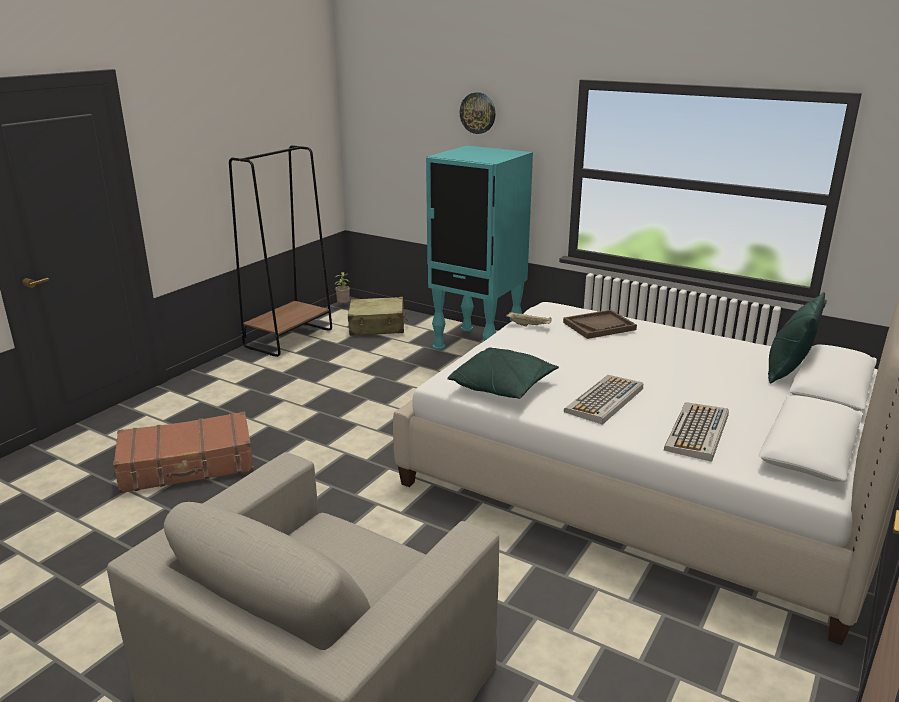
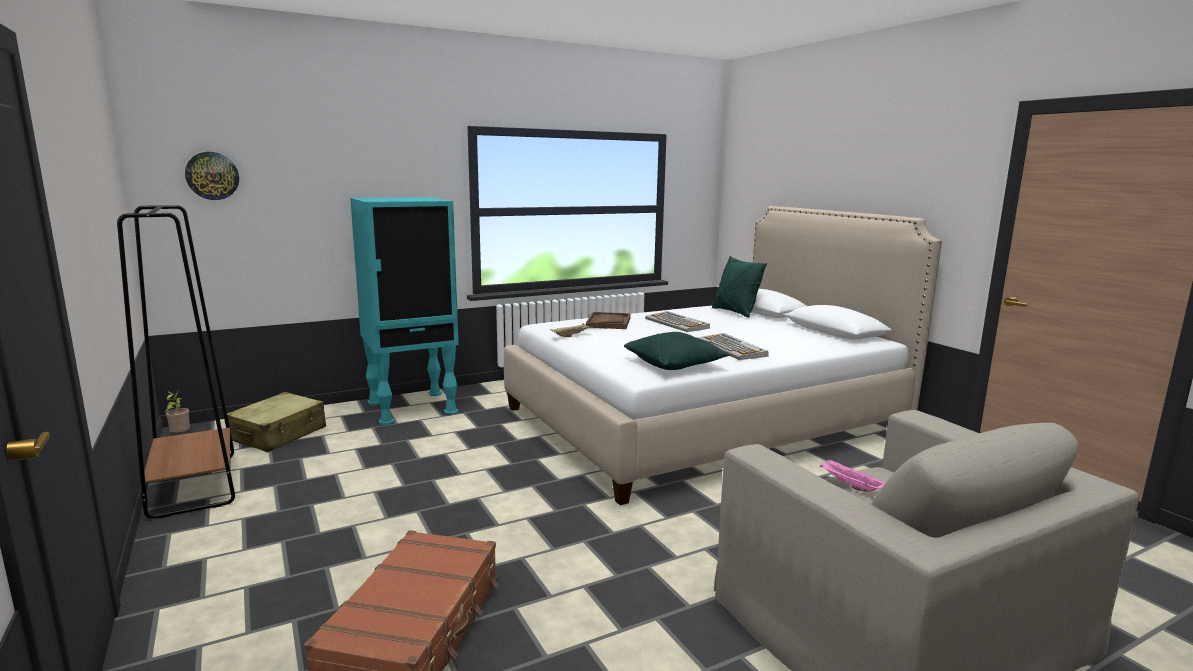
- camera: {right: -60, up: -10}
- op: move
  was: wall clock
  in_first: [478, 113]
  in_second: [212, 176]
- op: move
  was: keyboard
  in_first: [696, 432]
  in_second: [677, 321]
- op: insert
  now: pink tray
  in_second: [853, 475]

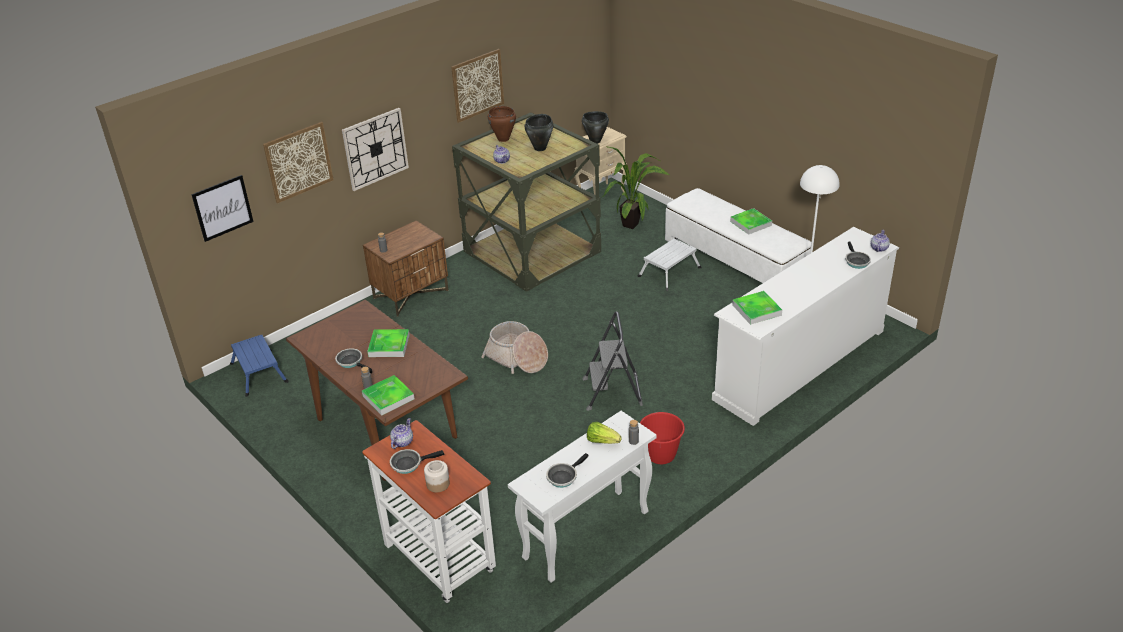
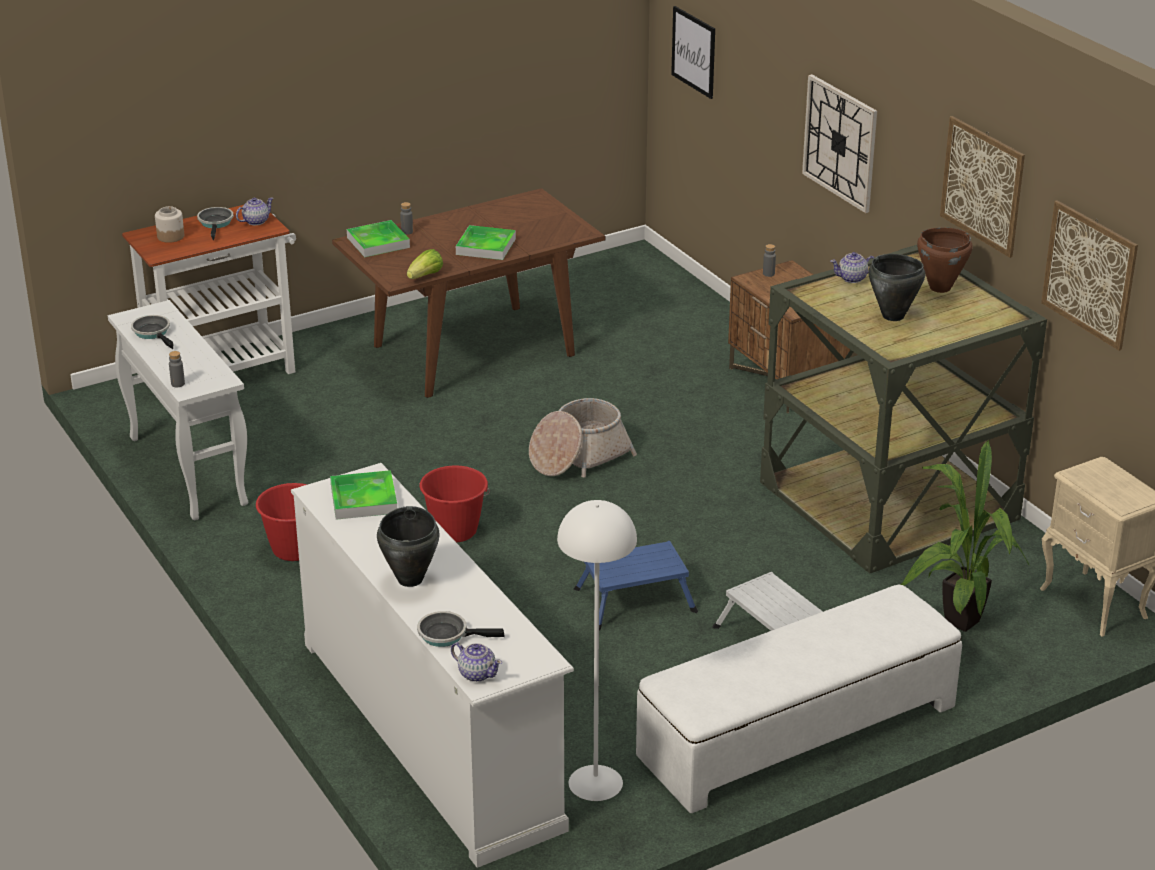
- camera: {right: 100, up: -5}
- op: move
  was: black cooking pot
  in_first: [595, 127]
  in_second: [408, 546]
- op: move
  was: picture
  in_first: [298, 163]
  in_second: [1089, 275]
- op: delete
  was: tray
  in_first: [751, 221]
- op: replace
  was: grey step ladder
  now: red bucket
  in_first: [612, 361]
  in_second: [454, 504]
- op: move
  was: blue step ladder
  in_first: [259, 366]
  in_second: [636, 585]
- op: delete
  was: frying pan
  in_first: [353, 360]
- op: rotate
  was: teapot
  in_first: [401, 433]
  in_second: [255, 211]
  clockwise: -75
- op: move
  was: lettuce
  in_first: [604, 433]
  in_second: [425, 264]

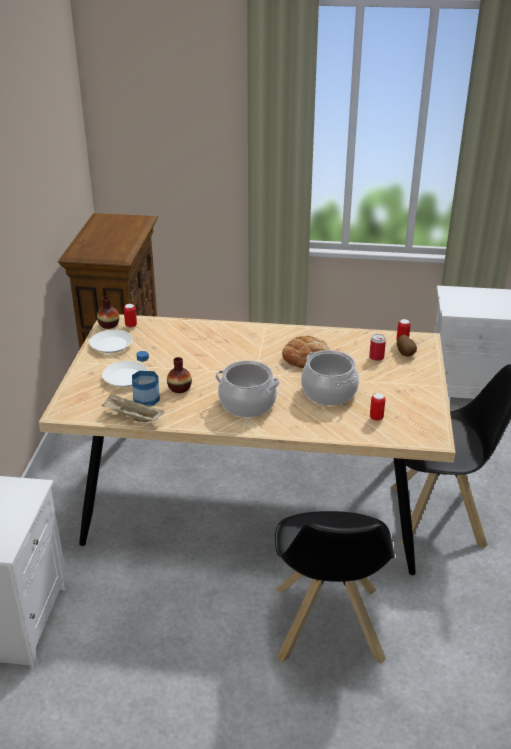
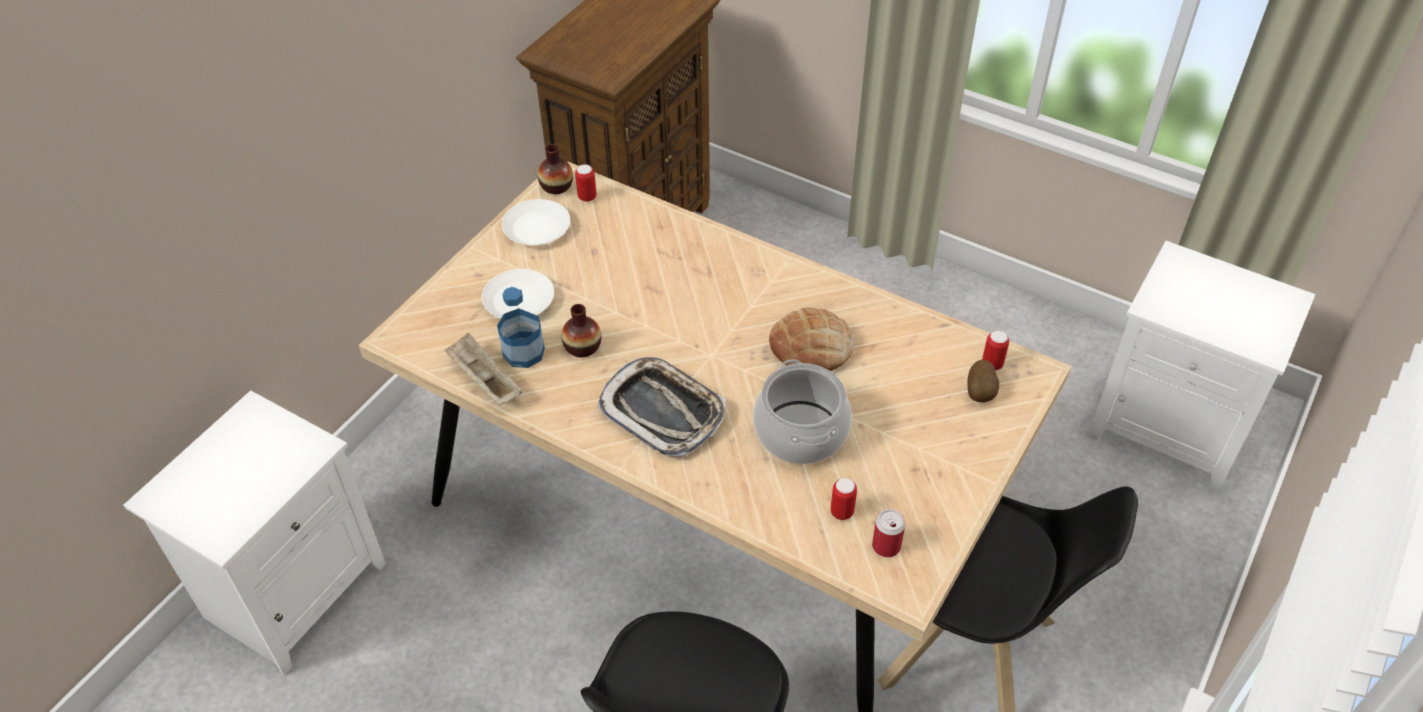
- camera: {right: 25, up: 15}
- op: move
  was: can
  in_first: [377, 347]
  in_second: [888, 533]
- op: replace
  was: cooking pot
  now: tray
  in_first: [247, 389]
  in_second: [661, 407]

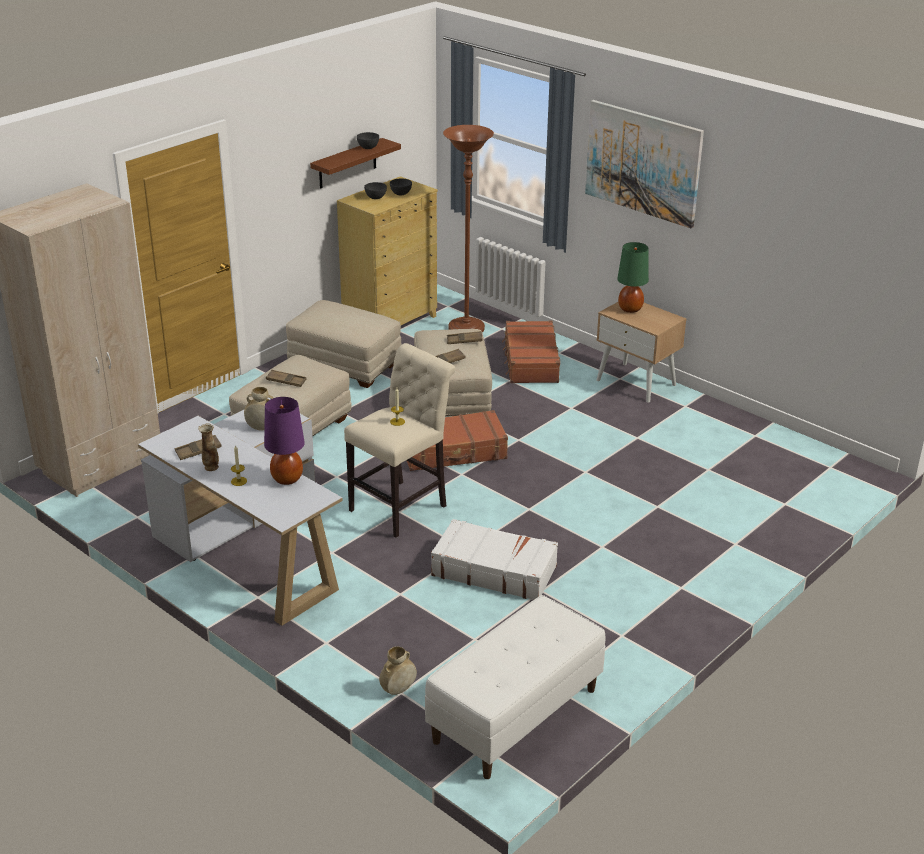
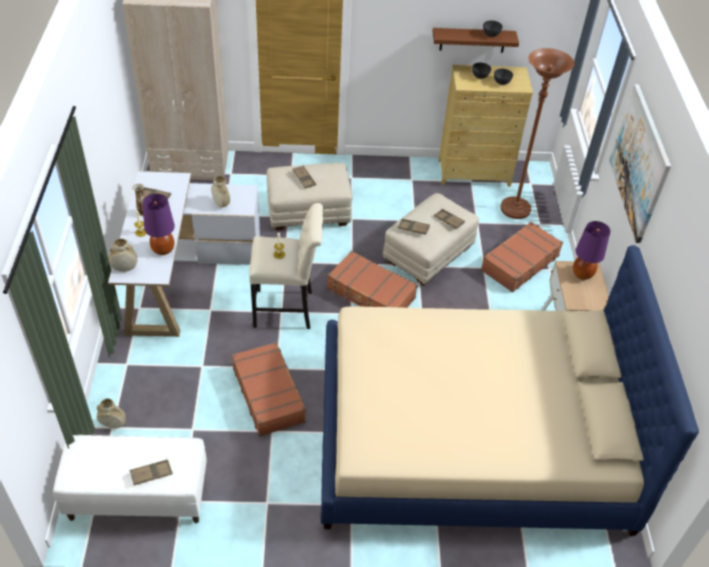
- camera: {right: 45, up: 15}
- op: recolor
  was: green table lamp
  now: purple table lamp
  in_first: [633, 277]
  in_second: [591, 250]
- op: delete
  was: beige ottoman
  in_first: [343, 344]
- op: recolor
  was: white suitcase
  now: brown suitcase
  in_first: [494, 559]
  in_second: [269, 389]
- op: insert
  now: beige vase
  in_second: [123, 255]
- op: insert
  now: beige bed
  in_second: [510, 390]
- op: insert
  now: brown tray
  in_second: [151, 472]

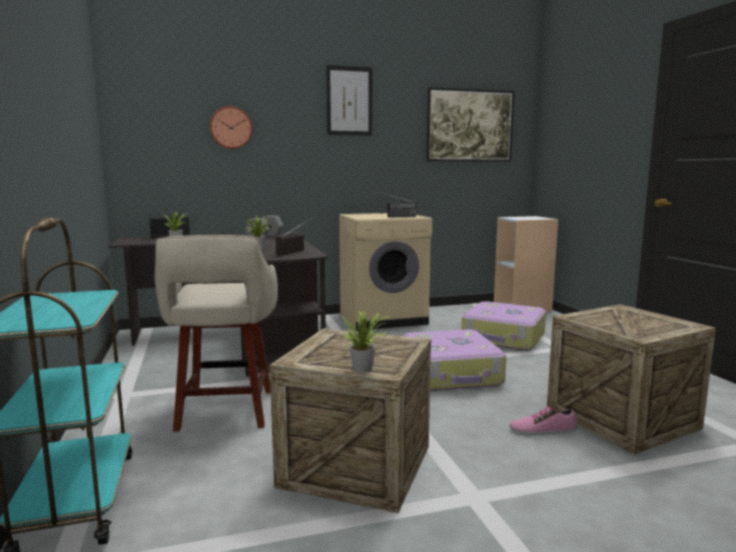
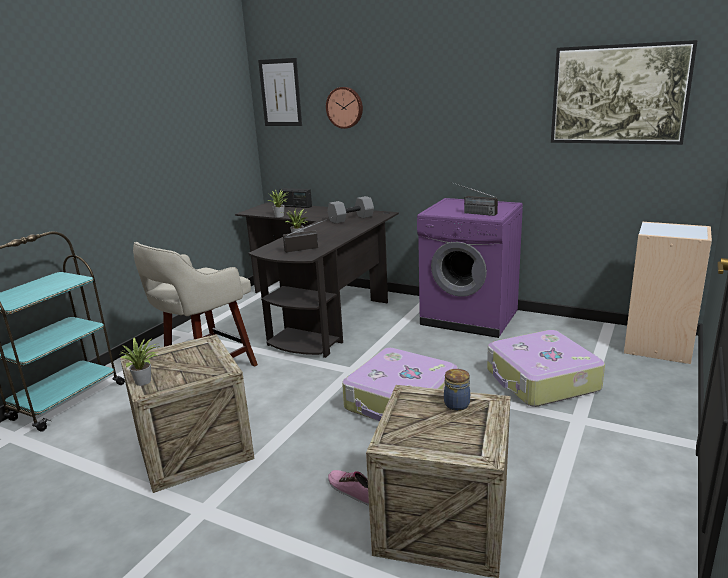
- camera: {right: 45, up: 10}
- op: move
  was: picture
  in_first: [349, 100]
  in_second: [280, 92]
- op: recolor
  was: beige washing machine
  now: purple washing machine
  in_first: [385, 272]
  in_second: [470, 268]
- op: insert
  now: jar
  in_second: [457, 390]

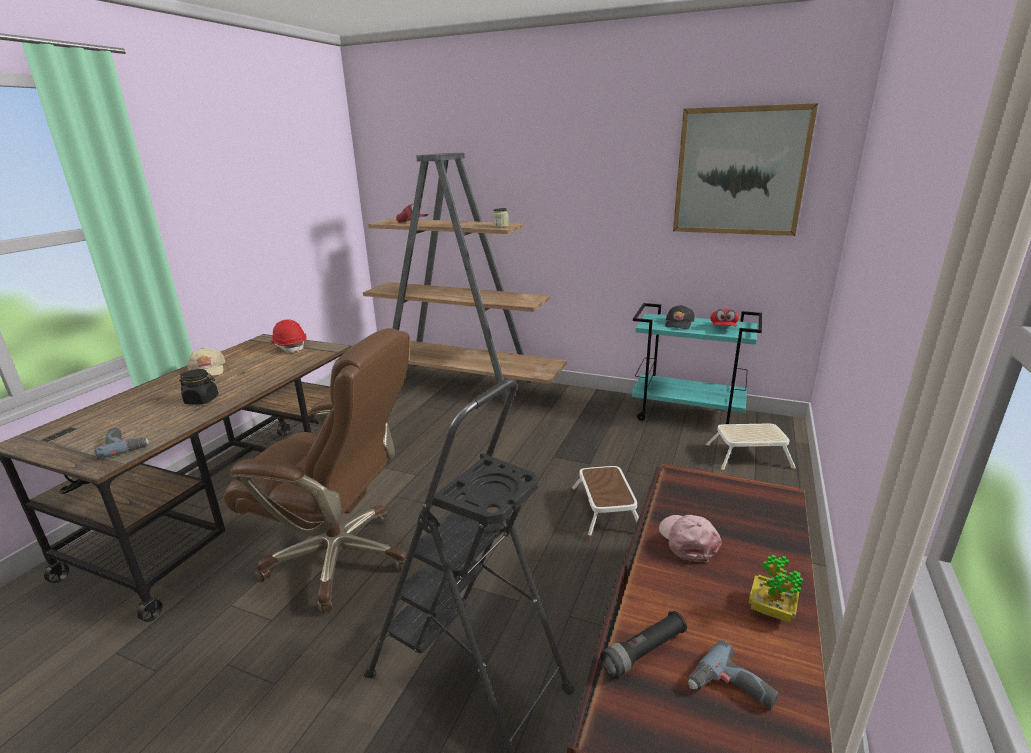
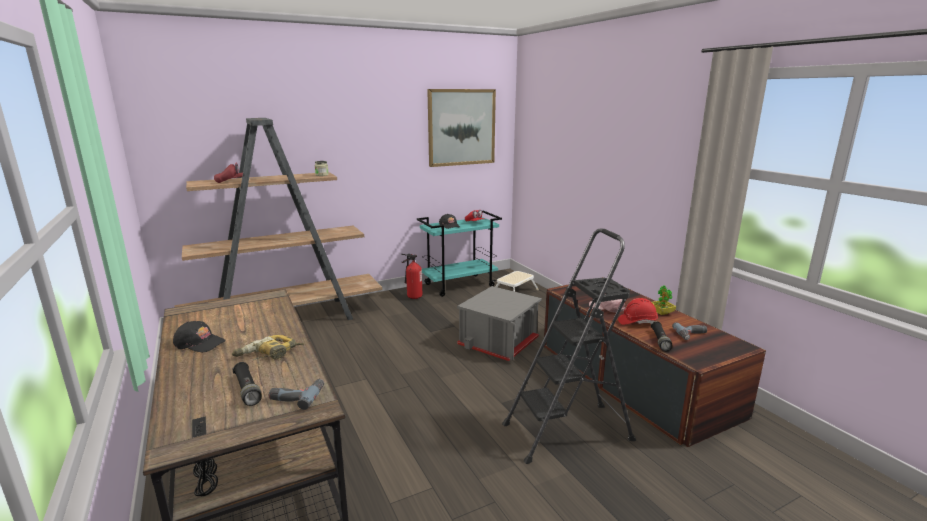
- camera: {right: -50, up: -5}
- op: move
  was: red hard hat
  in_first: [288, 335]
  in_second: [638, 311]
- op: delete
  was: brown office chair
  in_first: [317, 470]
- op: recolor
  was: beige cap
  now: black cap
  in_first: [206, 362]
  in_second: [199, 336]
- op: replace
  was: black jar
  now: power drill
  in_first: [199, 387]
  in_second: [268, 347]
- op: replace
  was: brown step ladder
  now: grey storage box
  in_first: [604, 503]
  in_second: [499, 323]
- op: insert
  now: fire extinguisher
  in_second: [411, 276]
- op: insert
  now: black flashlight
  in_second: [247, 384]

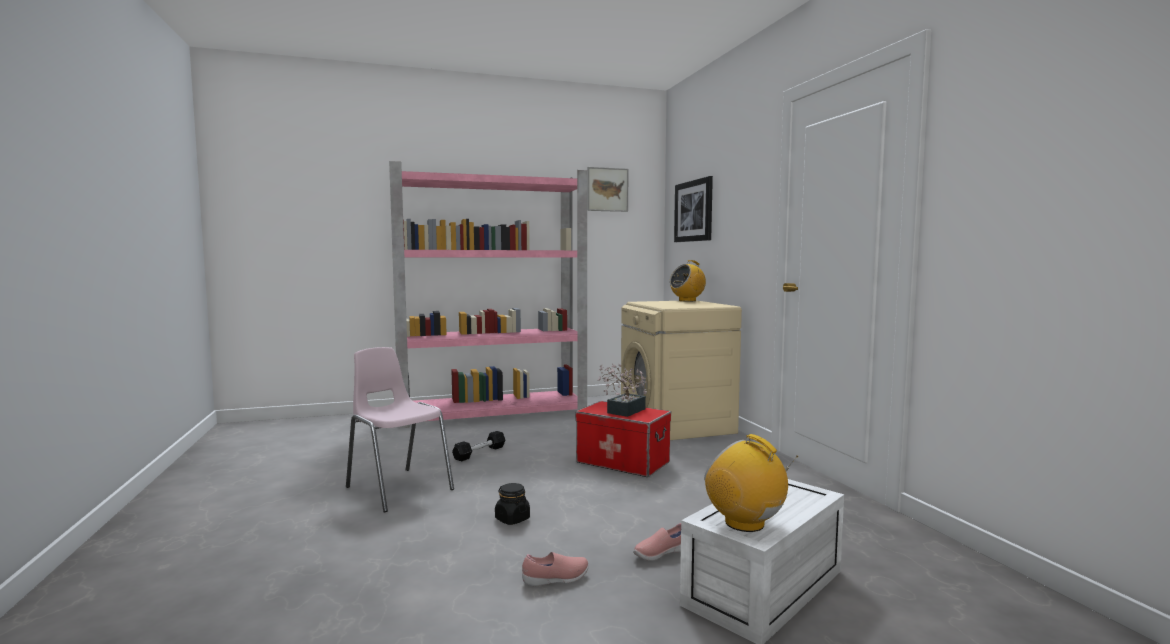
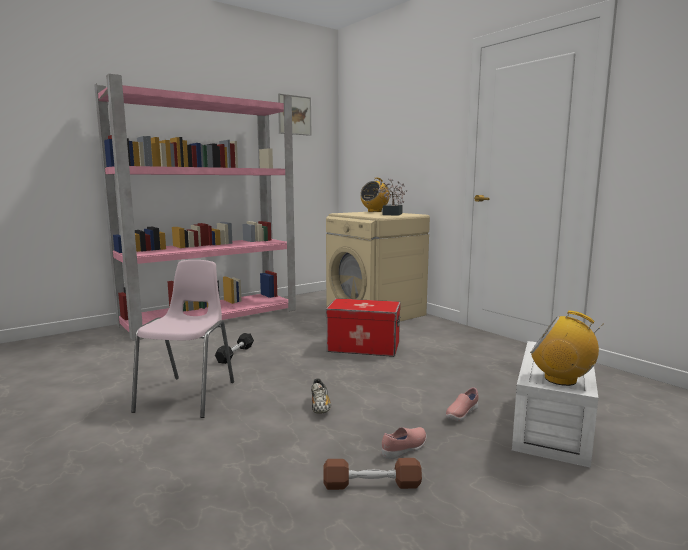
- camera: {right: -20, up: 5}
- op: delete
  was: picture
  in_first: [693, 209]
- op: rotate
  was: pink chair
  in_first: [400, 429]
  in_second: [182, 339]
  clockwise: 75
- op: move
  was: potted plant
  in_first: [622, 390]
  in_second: [392, 197]
- op: replace
  was: black jar
  now: shoe
  in_first: [512, 504]
  in_second: [321, 396]
- op: insert
  now: brown dumbbell
  in_second: [372, 474]

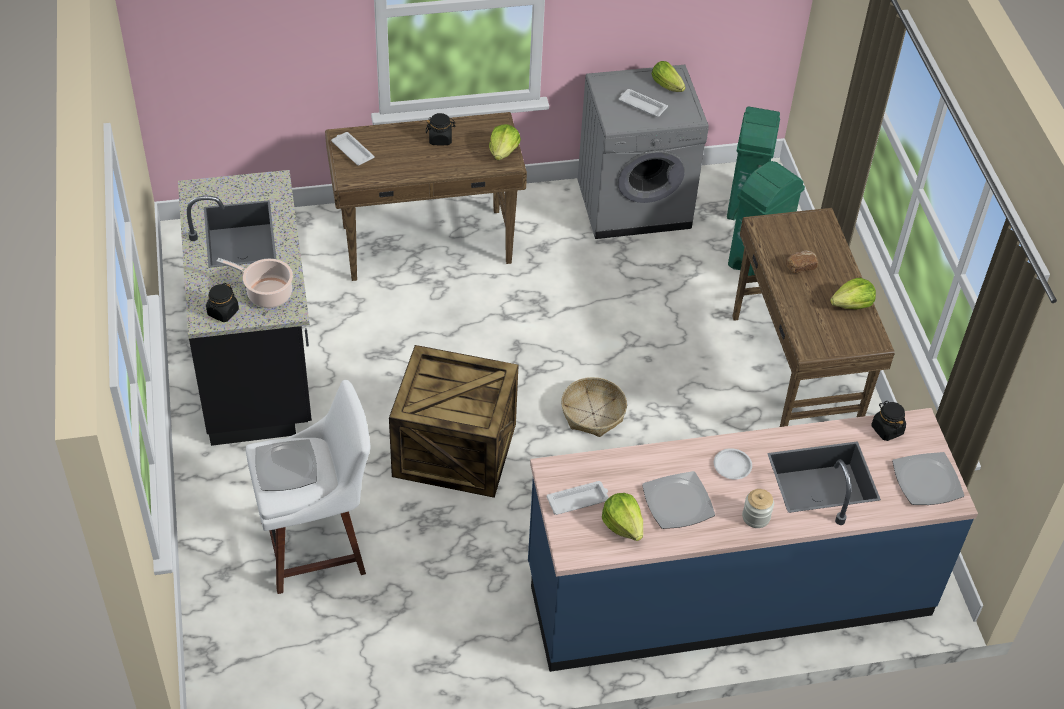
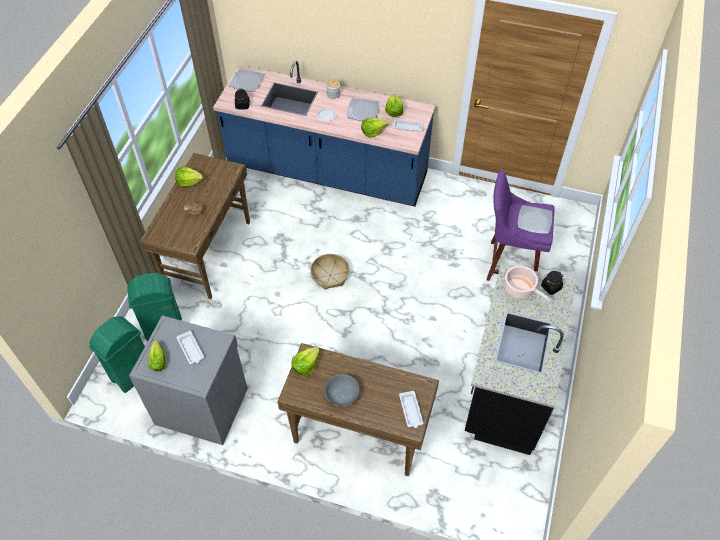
- camera: {right: -150, up: 5}
- op: replace
  was: black jar
  now: grey bowl
  in_first: [440, 129]
  in_second: [342, 390]
- op: delete
  was: crate
  in_first: [454, 421]
- op: recolor
  was: white stool
  now: purple stool
  in_first: [308, 487]
  in_second: [520, 225]
- op: insert
  now: lettuce
  in_second: [374, 128]

